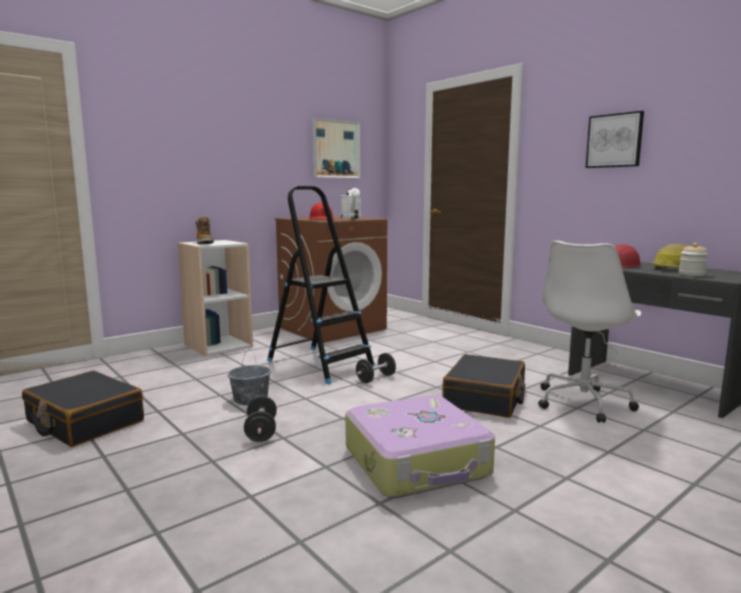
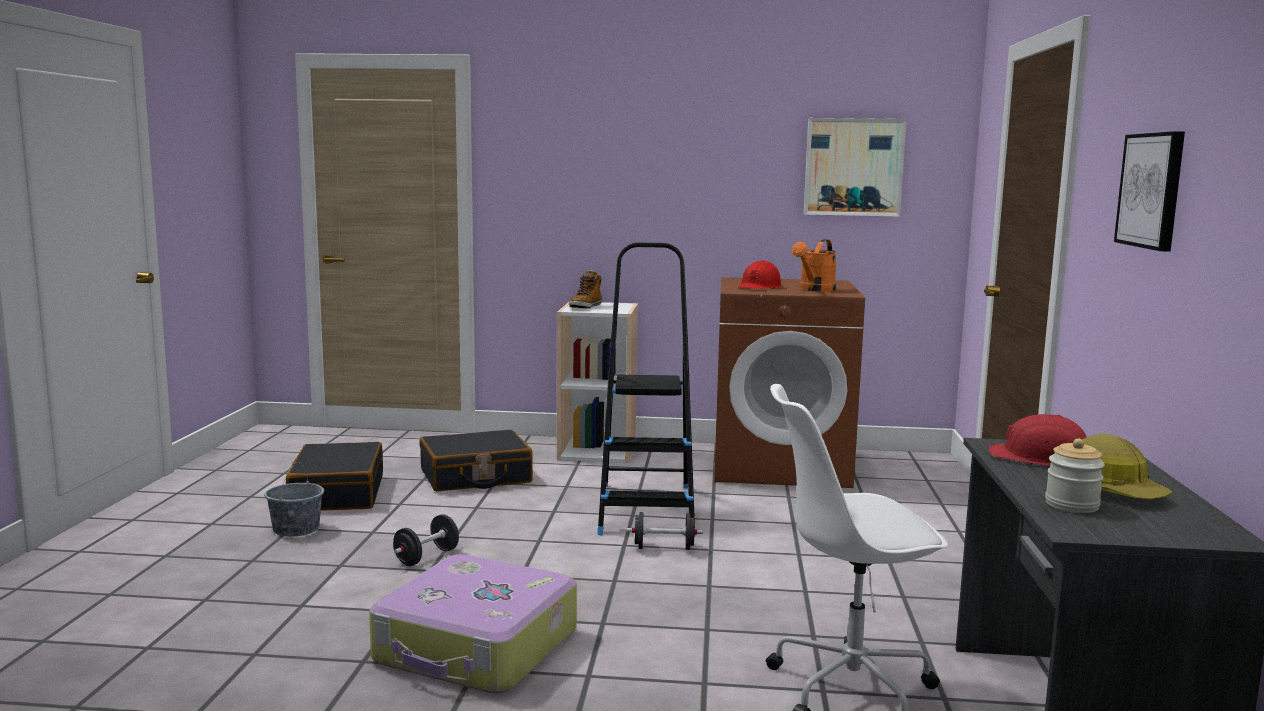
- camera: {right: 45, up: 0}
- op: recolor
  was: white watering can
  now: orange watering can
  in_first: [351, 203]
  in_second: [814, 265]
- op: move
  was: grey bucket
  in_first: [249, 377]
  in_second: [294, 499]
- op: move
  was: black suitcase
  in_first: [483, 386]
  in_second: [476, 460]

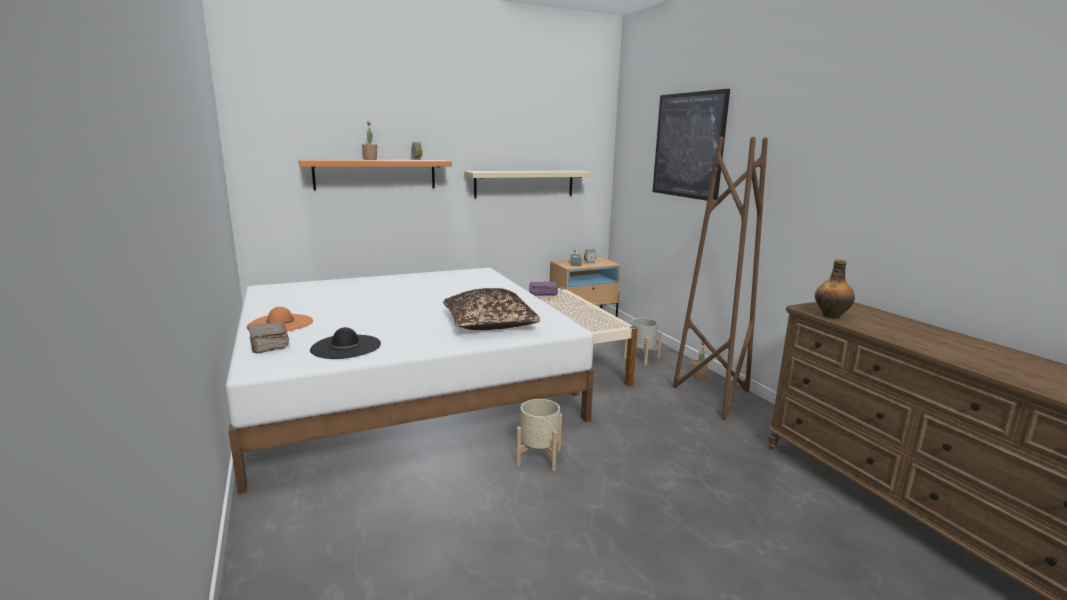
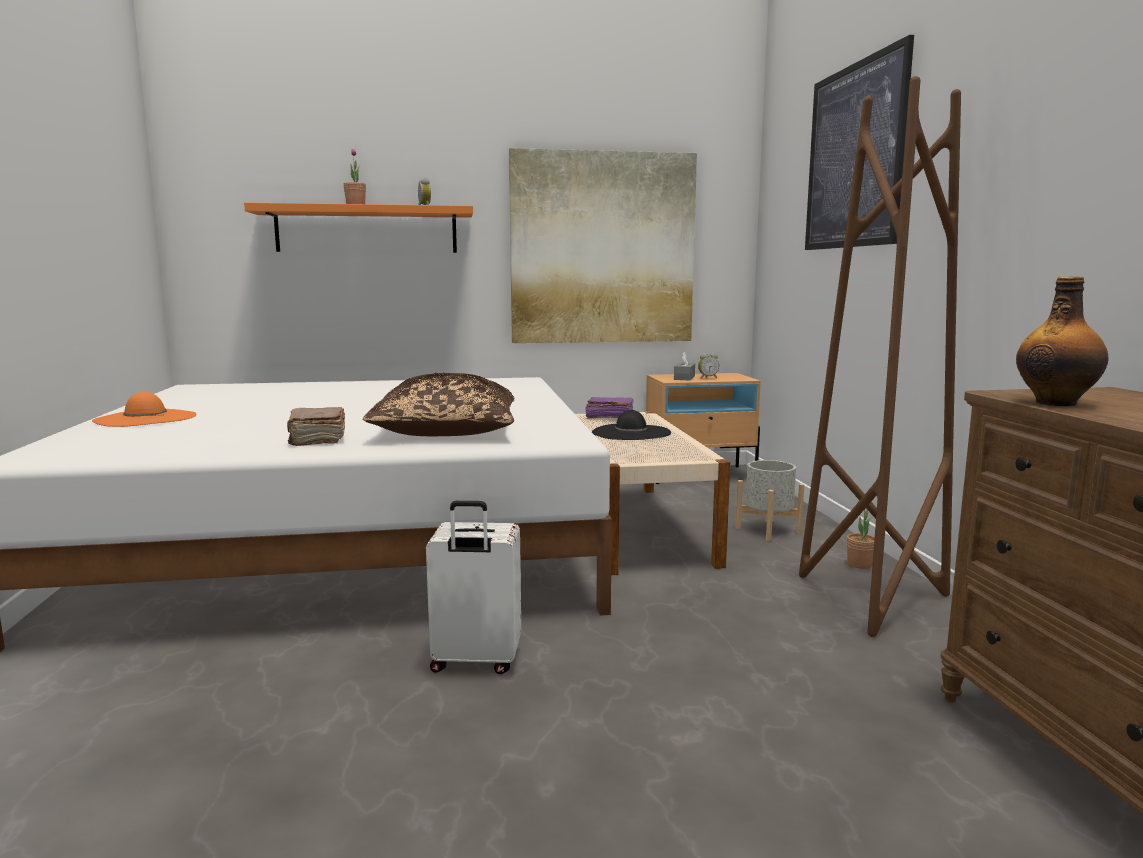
- camera: {right: 15, up: -5}
- op: replace
  was: beige shelf
  now: picture
  in_first: [528, 184]
  in_second: [603, 245]
- op: move
  was: brown book
  in_first: [268, 337]
  in_second: [316, 426]
- op: move
  was: black hat
  in_first: [345, 343]
  in_second: [631, 425]
- op: replace
  was: beige planter
  now: white suitcase
  in_first: [539, 435]
  in_second: [473, 587]

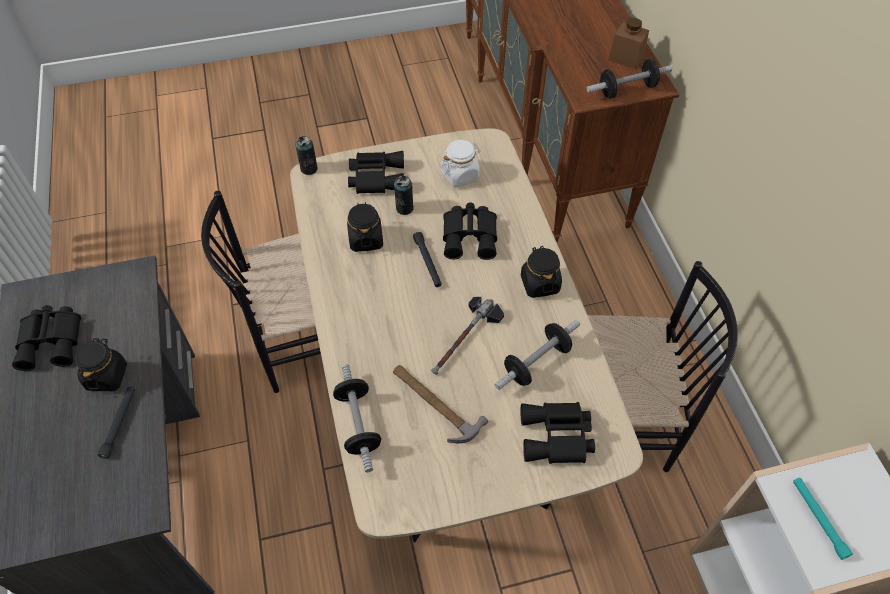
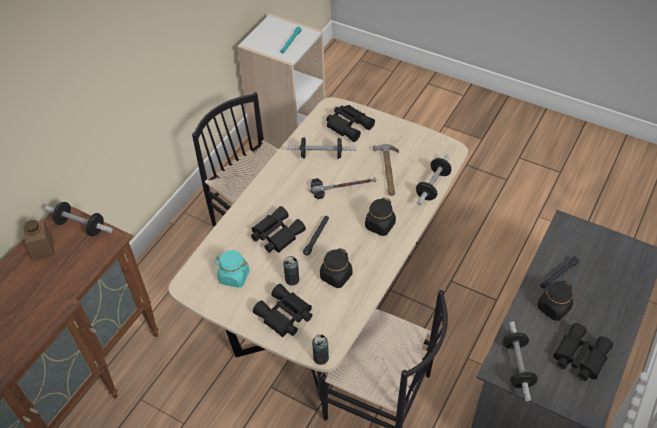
- camera: {right: -135, up: -5}
- op: recolor
  was: white jar
  now: turquoise jar
  in_first: [461, 163]
  in_second: [232, 269]
- op: move
  was: black jar
  in_first: [541, 272]
  in_second: [380, 216]
- op: insert
  now: dumbbell
  in_second: [520, 361]

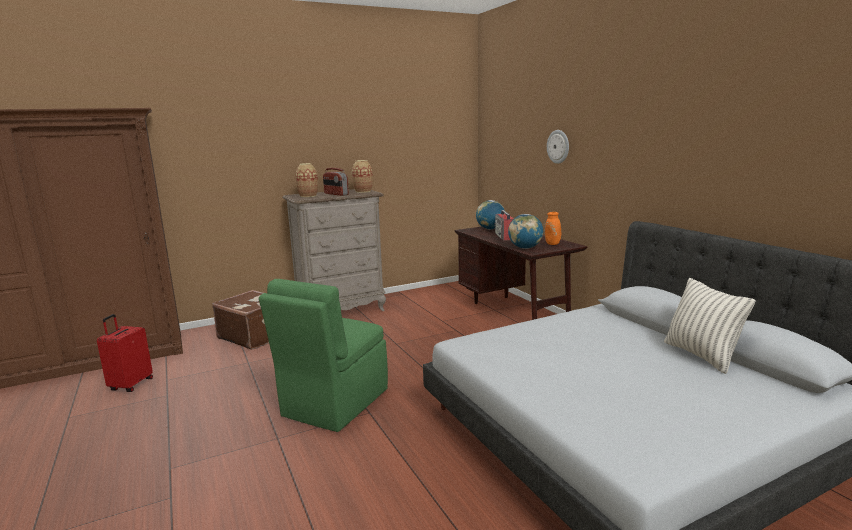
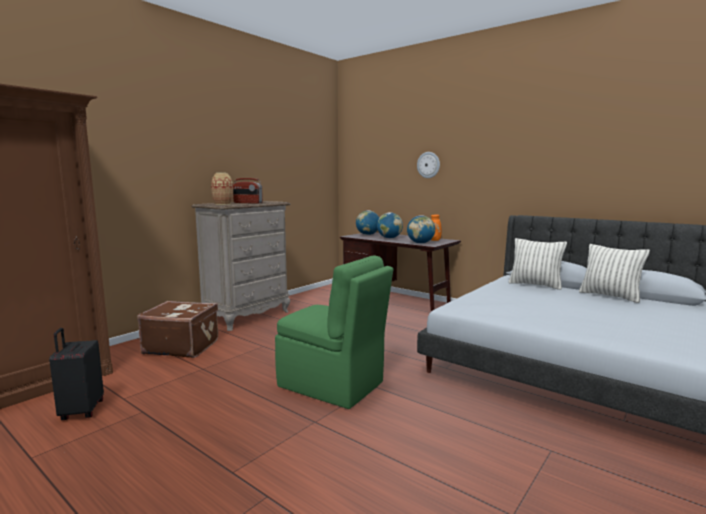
- camera: {right: -25, up: -5}
- op: delete
  was: vase
  in_first: [362, 176]
- op: replace
  was: radio
  now: globe
  in_first: [503, 225]
  in_second: [390, 225]
- op: rotate
  was: green chair
  in_first: [323, 355]
  in_second: [334, 332]
  clockwise: -60
- op: recolor
  was: red suitcase
  now: black suitcase
  in_first: [125, 353]
  in_second: [76, 374]
- op: insert
  now: pillow
  in_second: [538, 264]

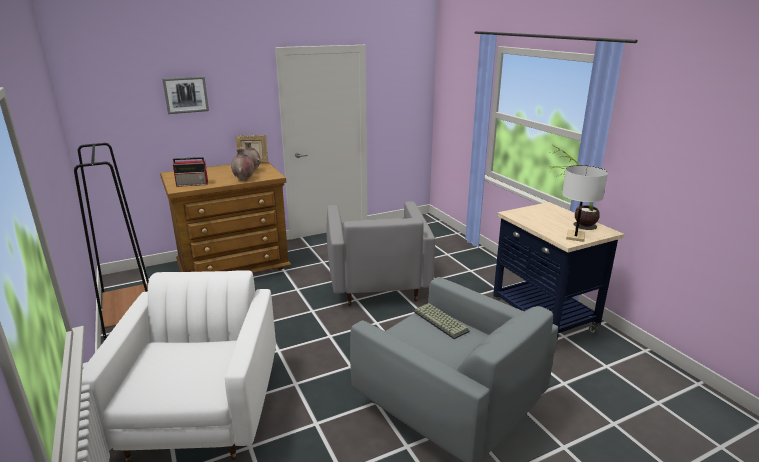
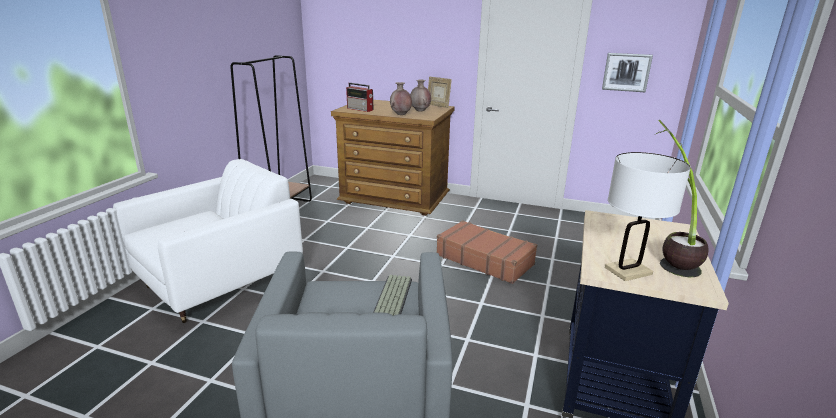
- camera: {right: 45, up: 0}
- op: move
  was: picture
  in_first: [185, 95]
  in_second: [627, 72]
- op: replace
  was: grey armchair
  now: brown suitcase
  in_first: [380, 253]
  in_second: [486, 252]

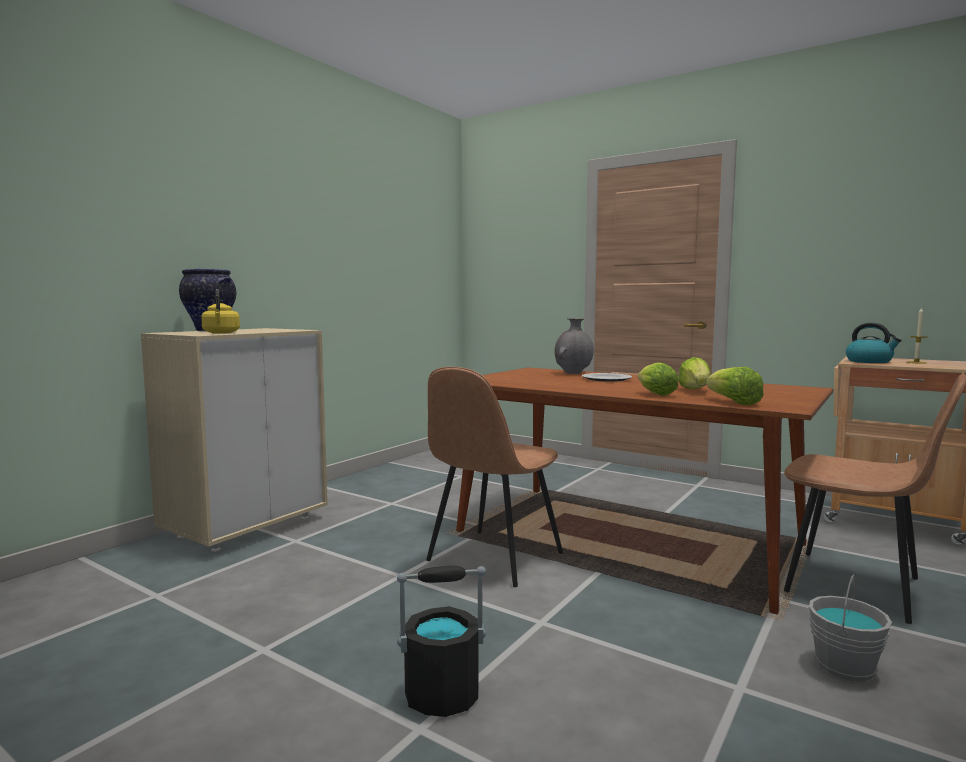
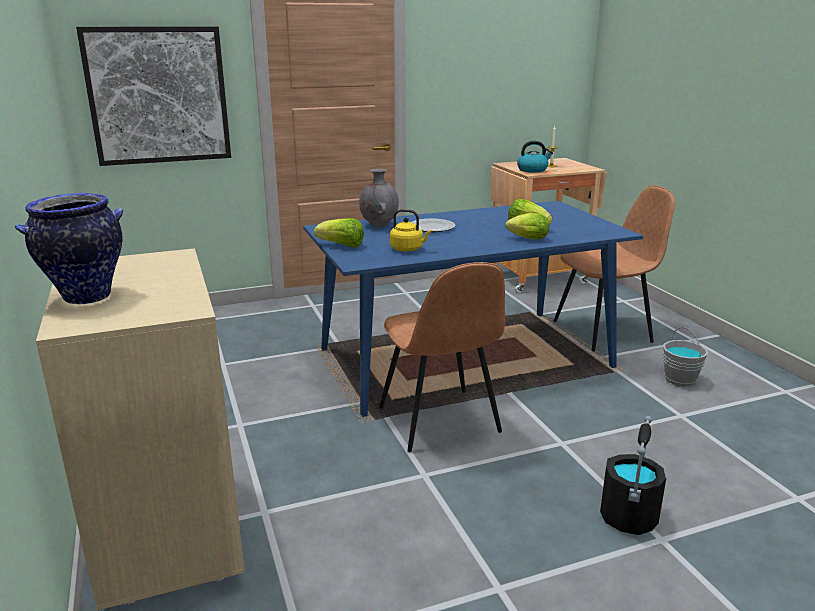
- camera: {right: -55, up: 15}
- op: move
  was: yellow kettle
  in_first: [220, 311]
  in_second: [411, 230]
- op: recolor
  was: brown dining table
  now: blue dining table
  in_first: [644, 491]
  in_second: [473, 309]
- op: move
  was: lettuce
  in_first: [735, 386]
  in_second: [339, 232]
- op: insert
  now: picture
  in_second: [153, 96]

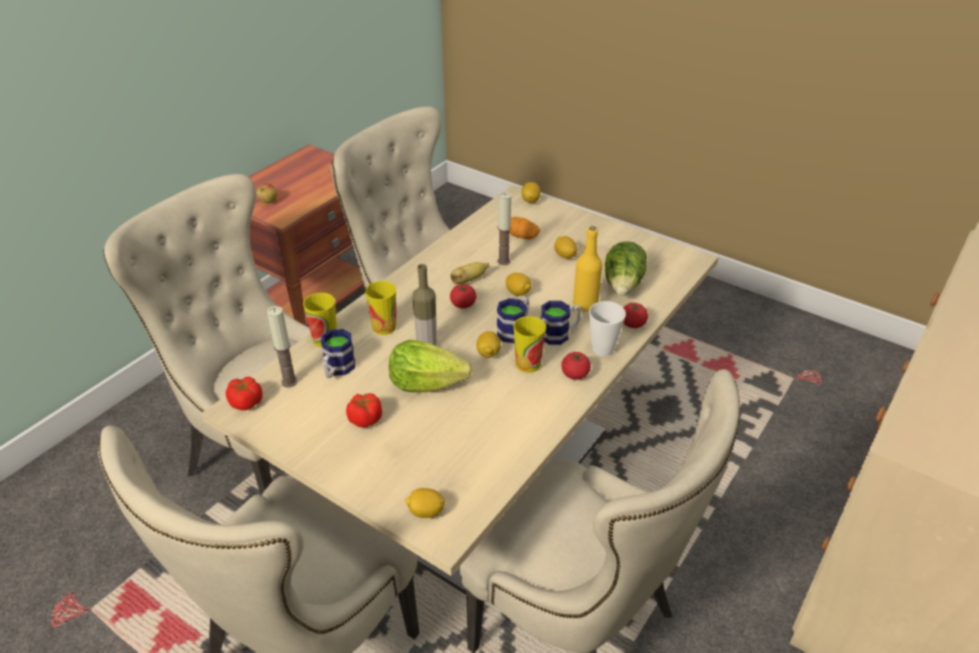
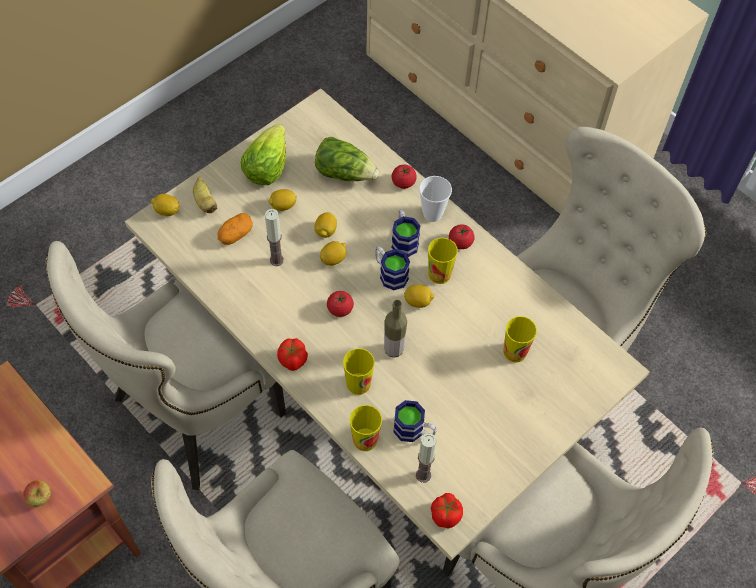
- camera: {right: -80, up: 20}
- op: delete
  was: yellow bottle
  in_first: [587, 269]
- op: move
  was: banana
  in_first: [469, 273]
  in_second: [205, 195]
- op: move
  was: lettuce
  in_first: [430, 366]
  in_second: [263, 154]
- op: move
  was: tomato
  in_first: [364, 410]
  in_second: [292, 354]
- op: move
  was: lemon
  in_first: [425, 503]
  in_second: [325, 225]
- op: insert
  now: cup
  in_second: [520, 339]

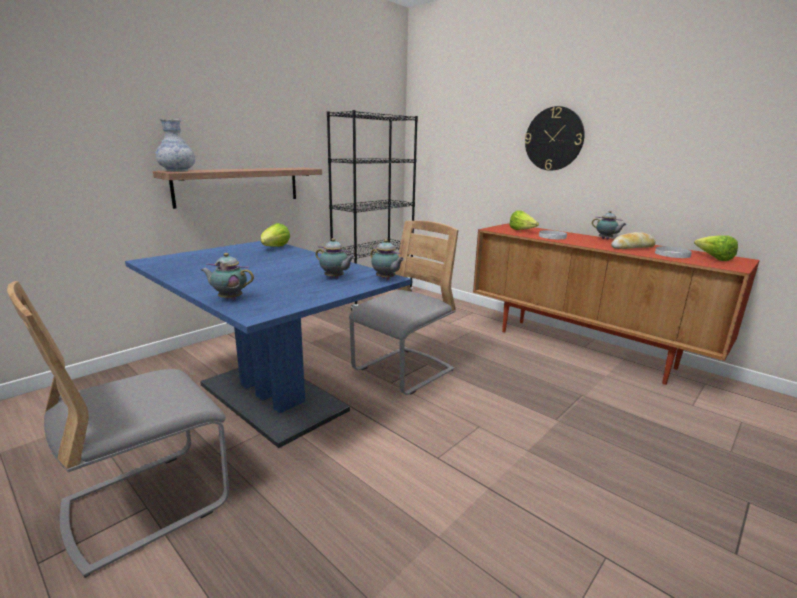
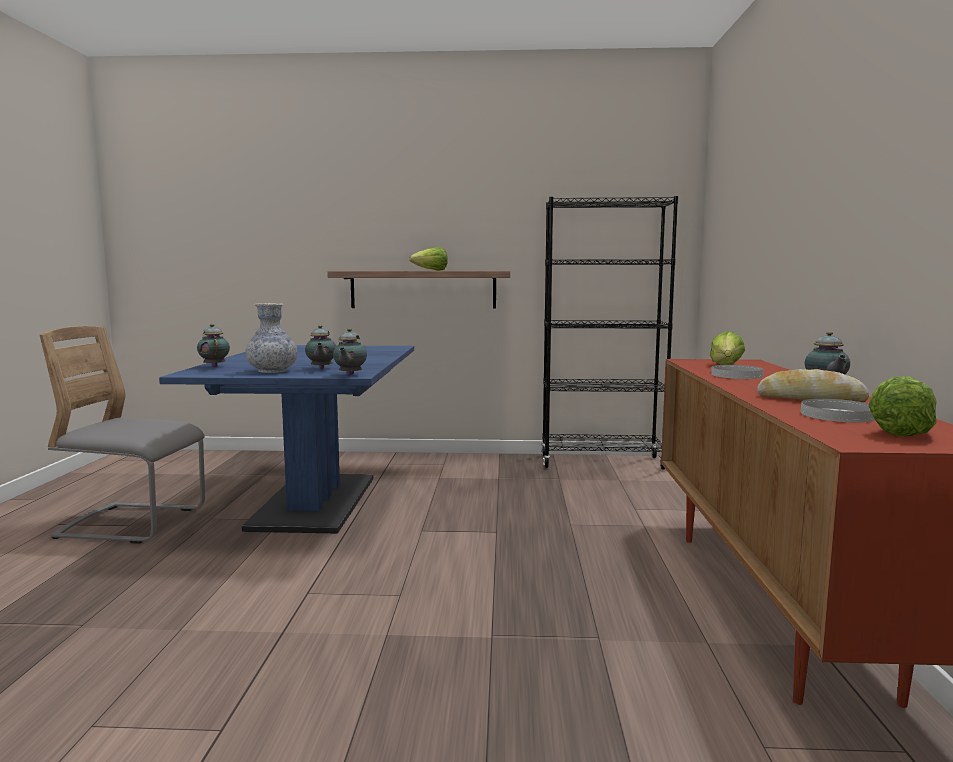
- camera: {right: 50, up: -10}
- op: delete
  was: wall clock
  in_first: [555, 138]
- op: move
  was: vase
  in_first: [175, 145]
  in_second: [271, 338]
- op: delete
  was: grey chair
  in_first: [403, 308]
- op: move
  was: lettuce
  in_first: [275, 235]
  in_second: [429, 259]

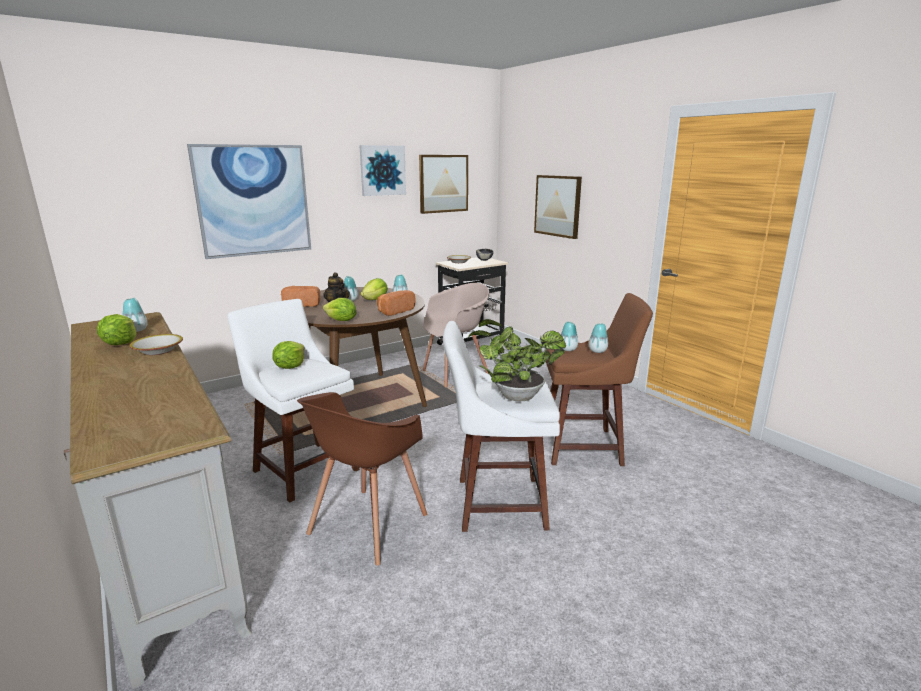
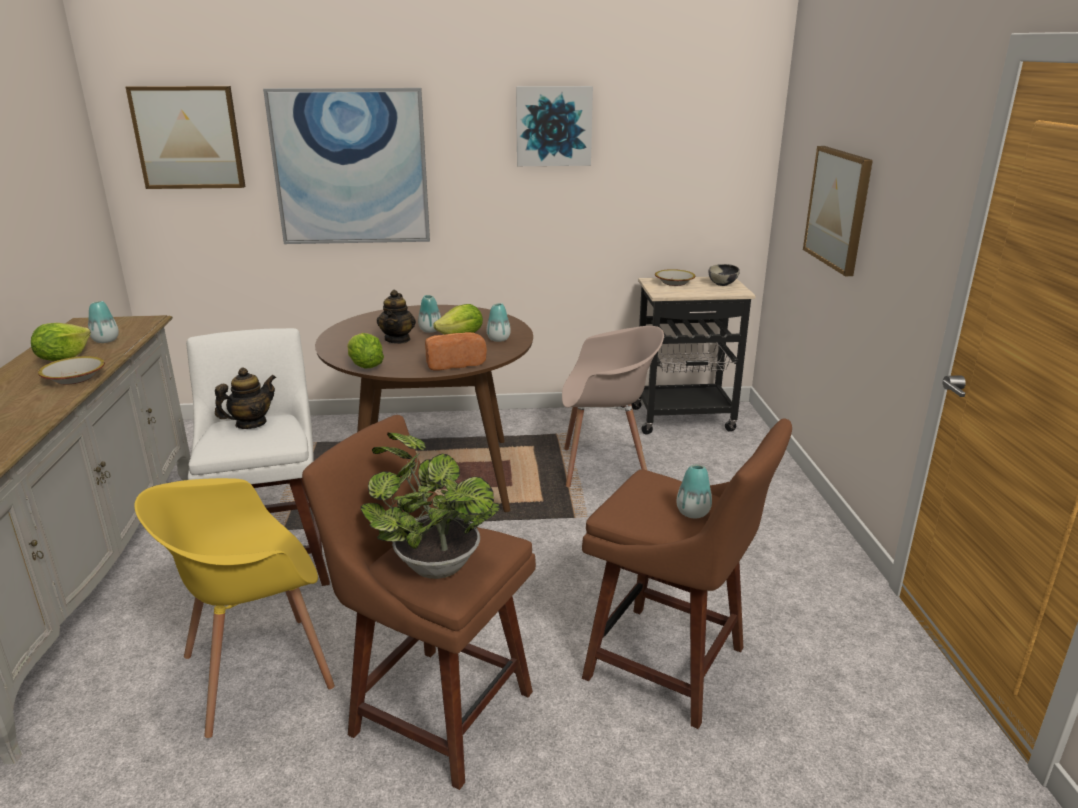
- camera: {right: 30, up: 5}
- op: move
  was: picture
  in_first: [443, 184]
  in_second: [185, 137]
- op: delete
  was: bread
  in_first: [301, 296]
- op: recolor
  was: white stool
  now: brown stool
  in_first: [501, 426]
  in_second: [419, 602]
- op: delete
  was: vase
  in_first: [569, 336]
- op: replace
  was: lettuce
  now: teapot
  in_first: [288, 355]
  in_second: [245, 398]
- op: recolor
  was: brown chair
  now: yellow chair
  in_first: [362, 479]
  in_second: [234, 608]

